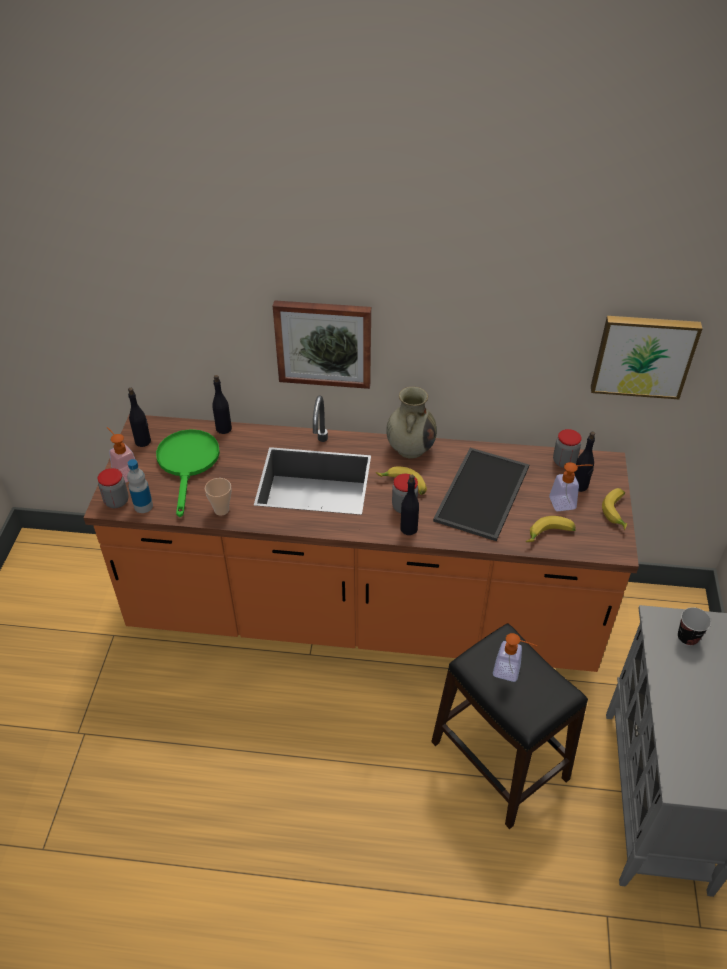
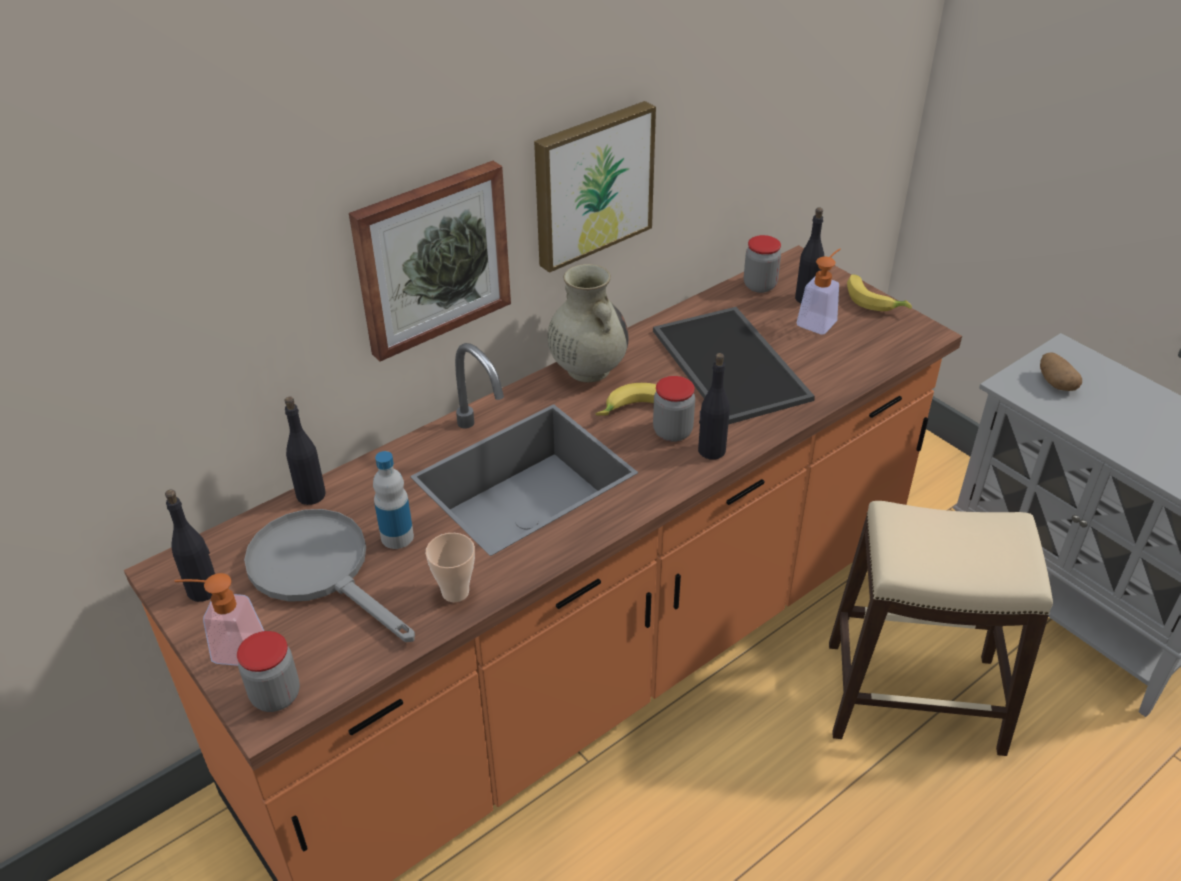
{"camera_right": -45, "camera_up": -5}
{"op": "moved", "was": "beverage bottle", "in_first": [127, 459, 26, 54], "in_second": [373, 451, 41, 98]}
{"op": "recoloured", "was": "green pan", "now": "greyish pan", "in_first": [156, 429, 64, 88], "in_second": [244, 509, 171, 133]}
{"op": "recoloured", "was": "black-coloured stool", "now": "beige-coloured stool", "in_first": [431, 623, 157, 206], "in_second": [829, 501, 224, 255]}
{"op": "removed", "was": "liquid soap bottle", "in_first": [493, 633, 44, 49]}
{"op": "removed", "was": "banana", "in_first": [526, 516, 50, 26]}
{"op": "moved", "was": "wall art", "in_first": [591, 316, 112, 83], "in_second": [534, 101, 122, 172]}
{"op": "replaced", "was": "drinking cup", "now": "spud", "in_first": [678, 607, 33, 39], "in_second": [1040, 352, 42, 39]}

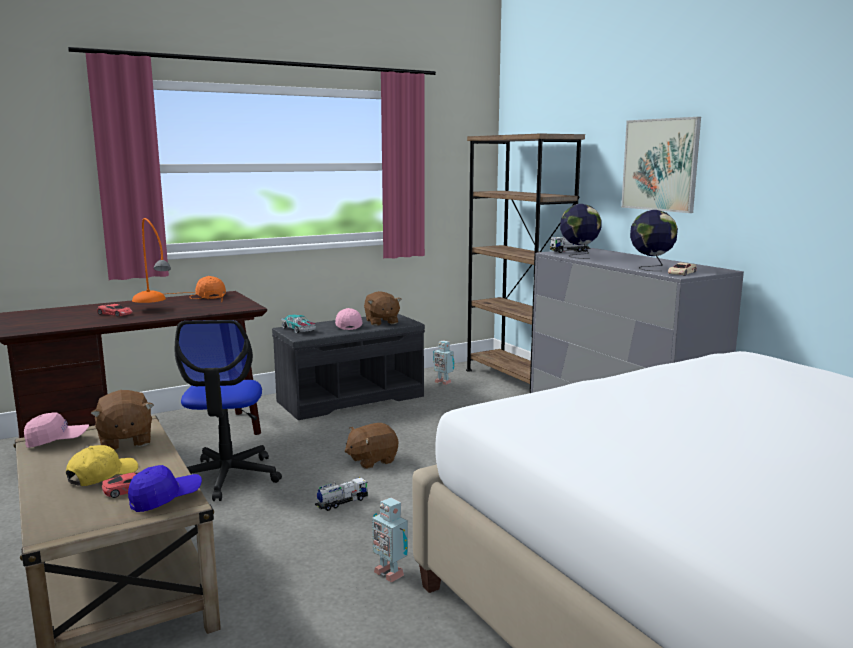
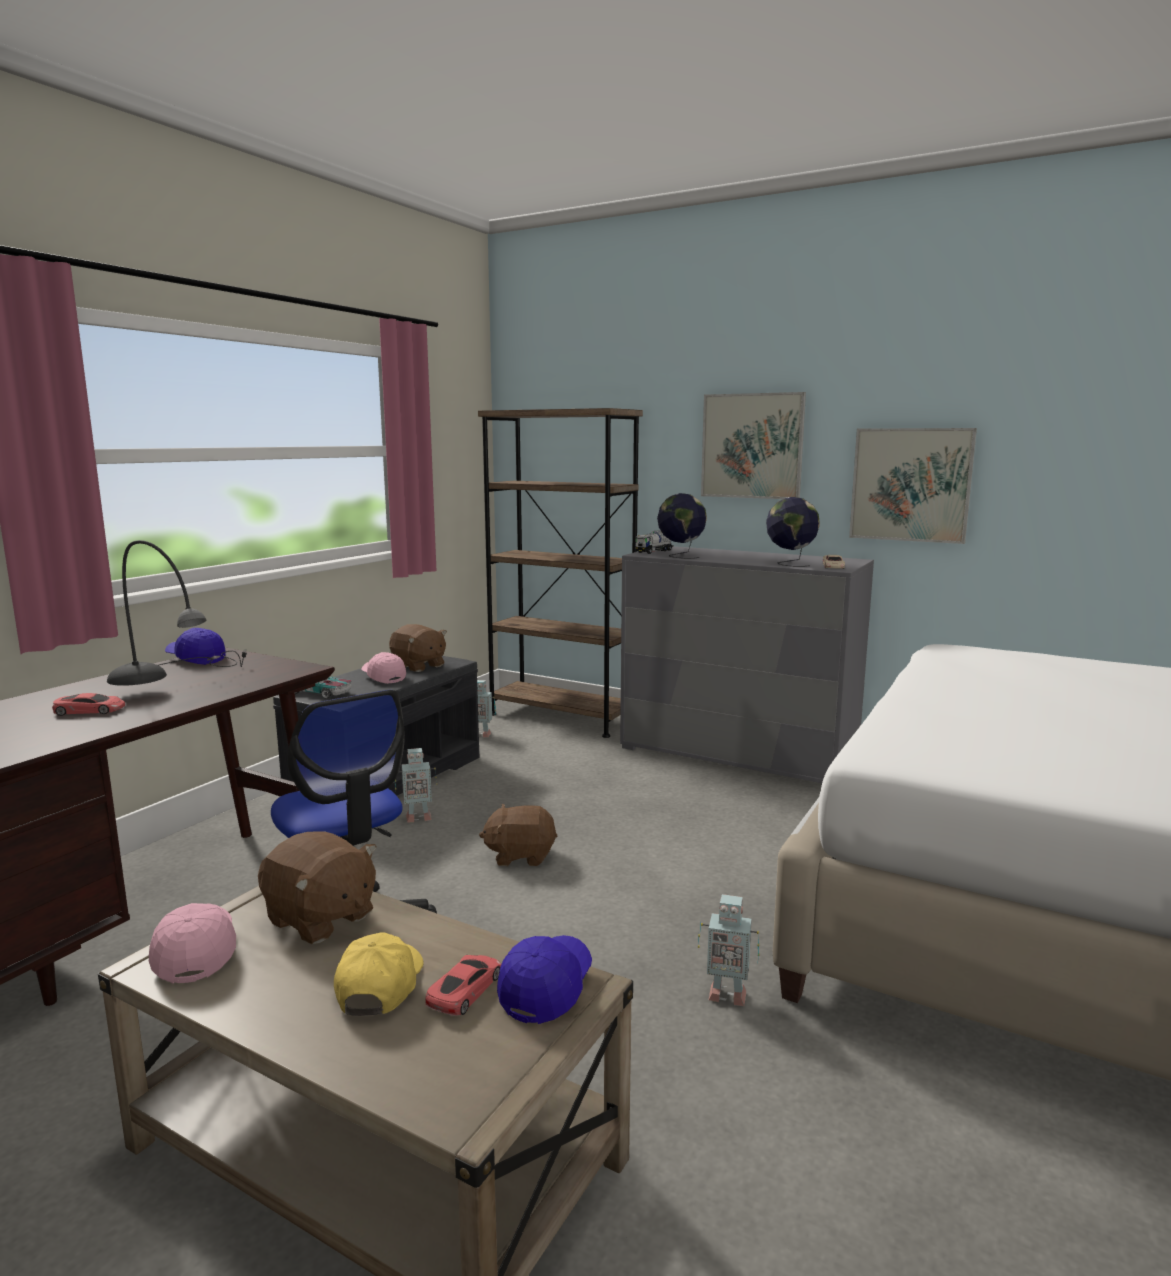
{"camera_right": -30, "camera_up": 0}
{"op": "turned", "was": "pinkish baseball cap", "in_first": [24, 412, 65, 36], "in_second": [149, 903, 87, 81], "clockwise": -60}
{"op": "recoloured", "was": "orange-coloured tabletop lamp", "now": "greyish tabletop lamp", "in_first": [132, 218, 92, 85], "in_second": [107, 540, 140, 146]}
{"op": "recoloured", "was": "orange-coloured baseball cap", "now": "blue-coloured baseball cap", "in_first": [195, 276, 31, 23], "in_second": [165, 628, 61, 37]}
{"op": "removed", "was": "toy truck", "in_first": [315, 477, 53, 34]}
{"op": "turned", "was": "brown cuddly toy", "in_first": [345, 423, 53, 46], "in_second": [479, 804, 78, 62], "clockwise": 60}
{"op": "added", "now": "robot figure", "in_second": [395, 748, 42, 75]}
{"op": "added", "now": "wall art", "in_second": [849, 428, 128, 116]}

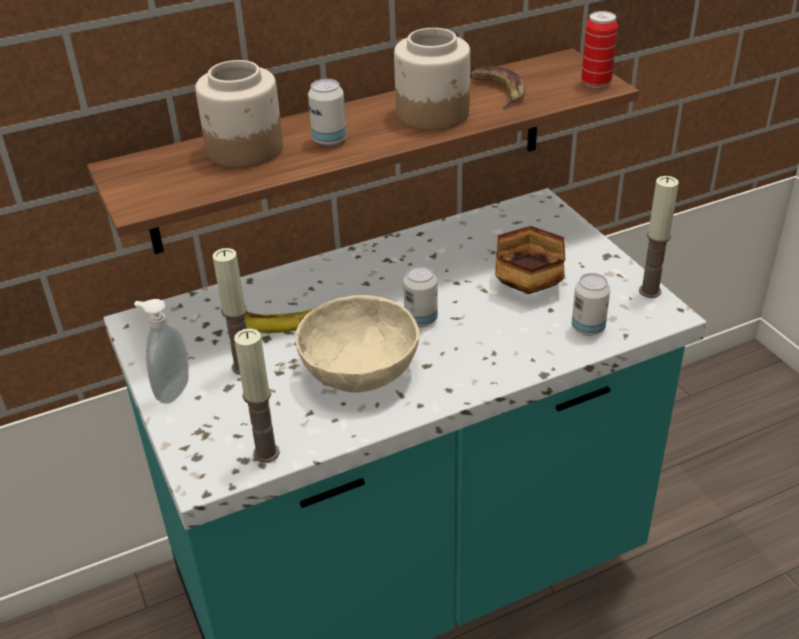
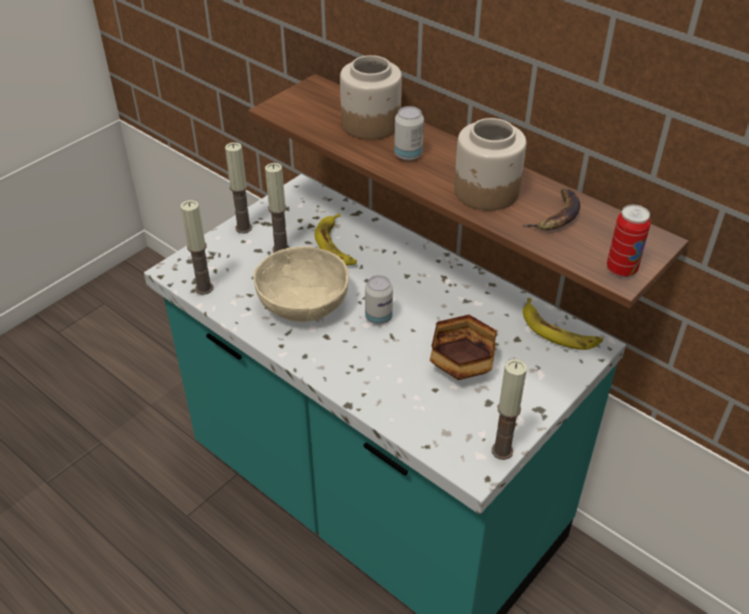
{"camera_right": 65, "camera_up": 5}
{"op": "replaced", "was": "liquid soap bottle", "now": "wax candle", "in_first": [134, 299, 54, 105], "in_second": [225, 142, 27, 91]}
{"op": "removed", "was": "metal can", "in_first": [572, 273, 38, 63]}
{"op": "added", "now": "banana", "in_second": [523, 298, 80, 52]}

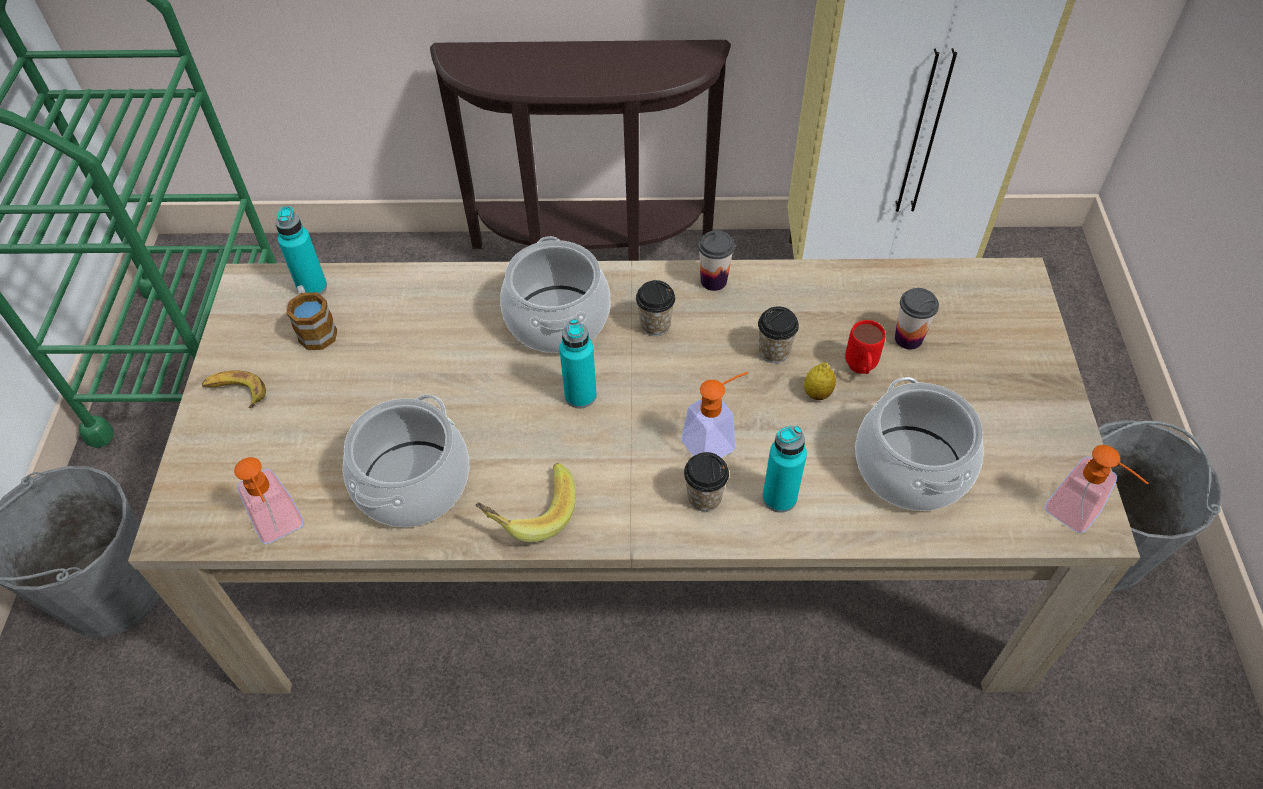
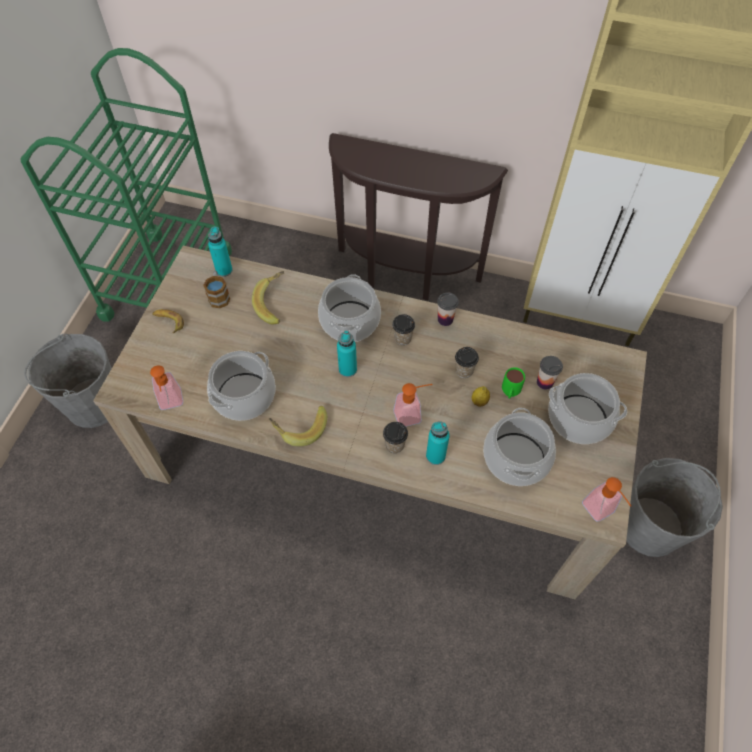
{"camera_right": 15, "camera_up": 5}
{"op": "recoloured", "was": "red-coloured tea mug", "now": "green tea mug", "in_first": [845, 320, 41, 54], "in_second": [502, 367, 23, 32]}
{"op": "added", "now": "banana", "in_second": [252, 271, 33, 53]}
{"op": "added", "now": "stockpot", "in_second": [548, 373, 79, 71]}

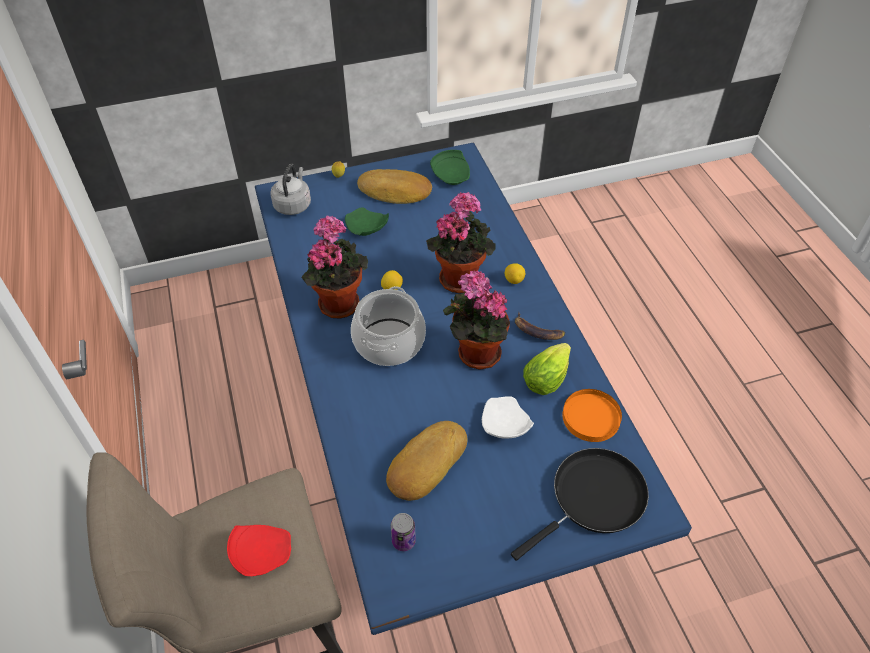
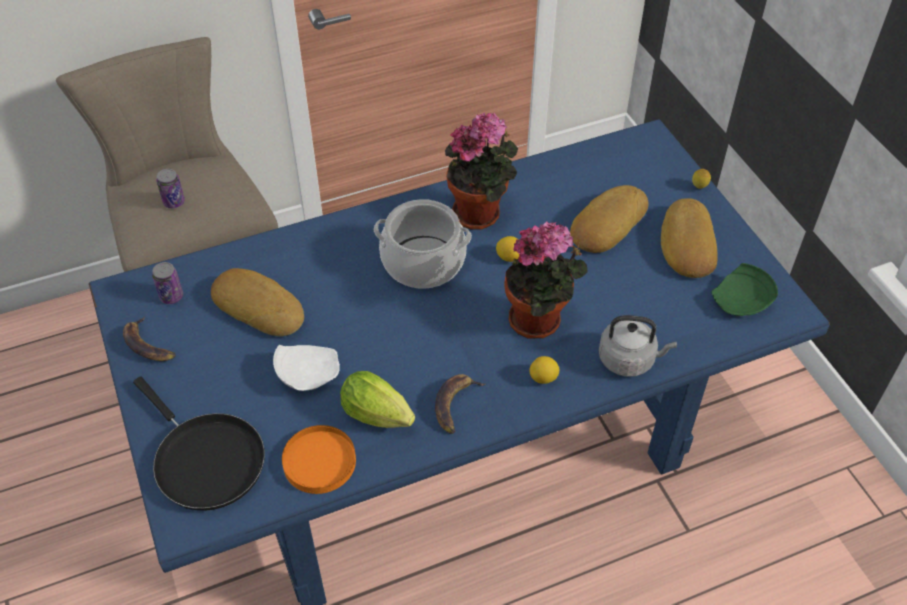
{"camera_right": 85, "camera_up": 0}
{"op": "replaced", "was": "red-coloured flat dish", "now": "metal can", "in_first": [227, 525, 64, 51], "in_second": [157, 169, 28, 39]}
{"op": "moved", "was": "greyish water kettle", "in_first": [270, 164, 41, 51], "in_second": [599, 315, 78, 62]}
{"op": "replaced", "was": "green flat dish", "now": "bread", "in_first": [345, 207, 44, 29], "in_second": [570, 185, 79, 68]}
{"op": "removed", "was": "plant in a pot", "in_first": [443, 270, 67, 100]}
{"op": "added", "now": "banana", "in_second": [123, 317, 53, 44]}

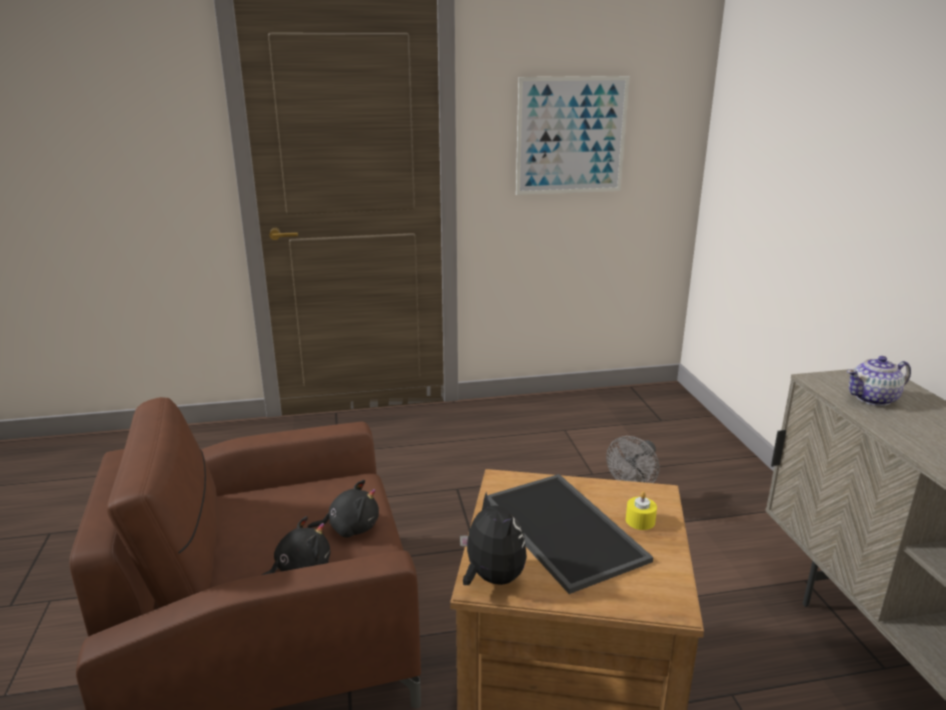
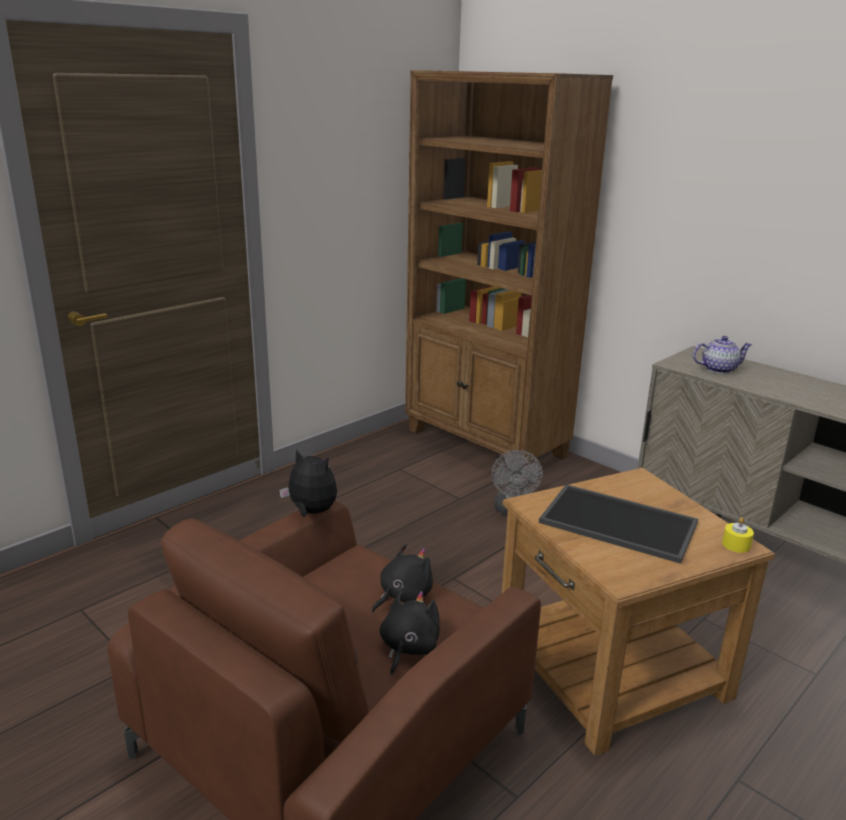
{"camera_right": -35, "camera_up": 0}
{"op": "moved", "was": "cuddly toy", "in_first": [460, 492, 67, 93], "in_second": [279, 449, 58, 68]}
{"op": "removed", "was": "wall art", "in_first": [516, 76, 114, 119]}
{"op": "moved", "was": "yellowish wax candle", "in_first": [626, 491, 31, 39], "in_second": [722, 517, 32, 36]}
{"op": "turned", "was": "teapot", "in_first": [847, 356, 64, 50], "in_second": [693, 336, 59, 38], "clockwise": -135}
{"op": "added", "now": "brown bookshelf", "in_second": [405, 70, 208, 409]}

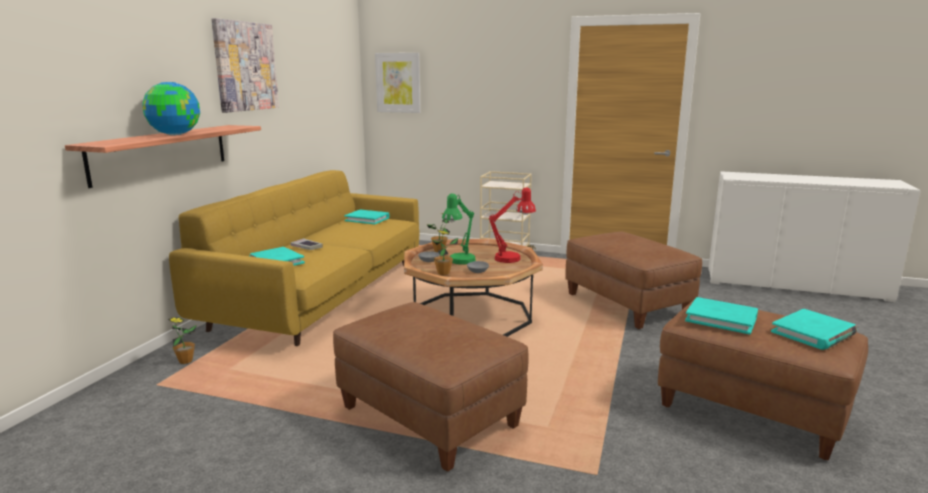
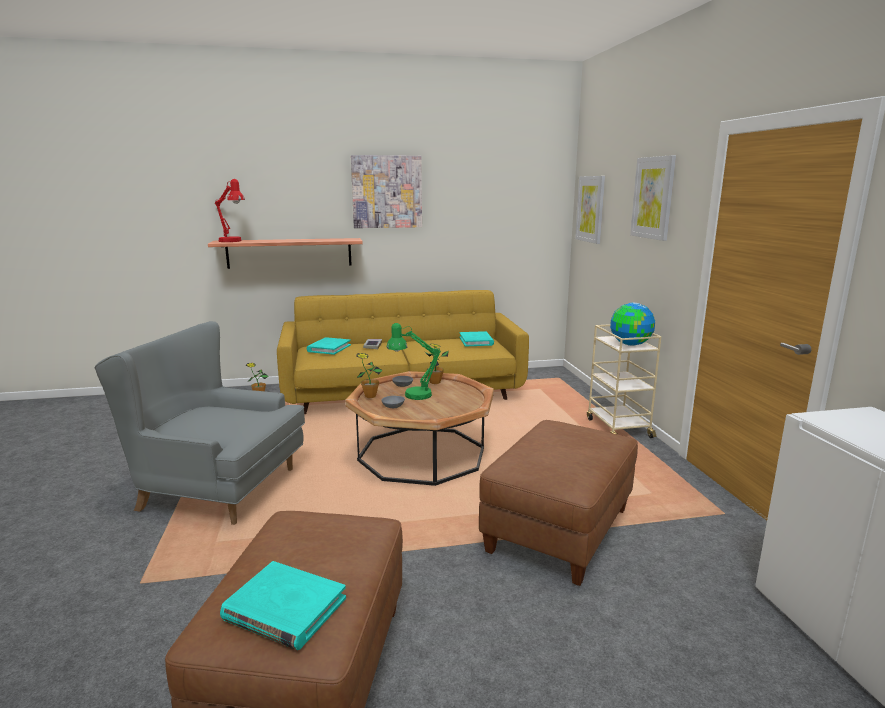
{"camera_right": 60, "camera_up": 0}
{"op": "moved", "was": "globe", "in_first": [142, 82, 58, 53], "in_second": [610, 303, 45, 43]}
{"op": "replaced", "was": "brown footrest", "now": "greyish lounge chair", "in_first": [333, 302, 196, 170], "in_second": [94, 321, 211, 204]}
{"op": "moved", "was": "red-coloured tabletop lamp", "in_first": [489, 187, 47, 76], "in_second": [215, 179, 30, 63]}
{"op": "removed", "was": "turquoise-coloured bound book", "in_first": [685, 297, 73, 38]}
{"op": "added", "now": "wall art", "in_second": [630, 155, 46, 86]}

